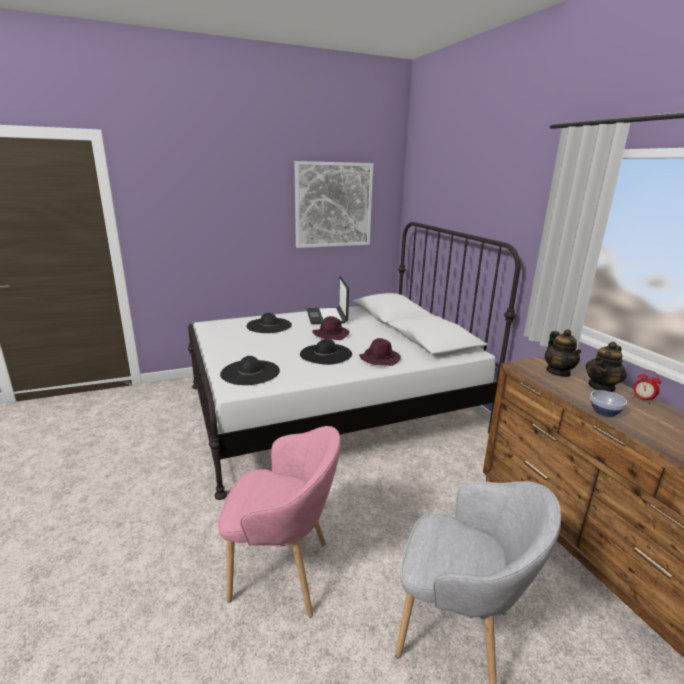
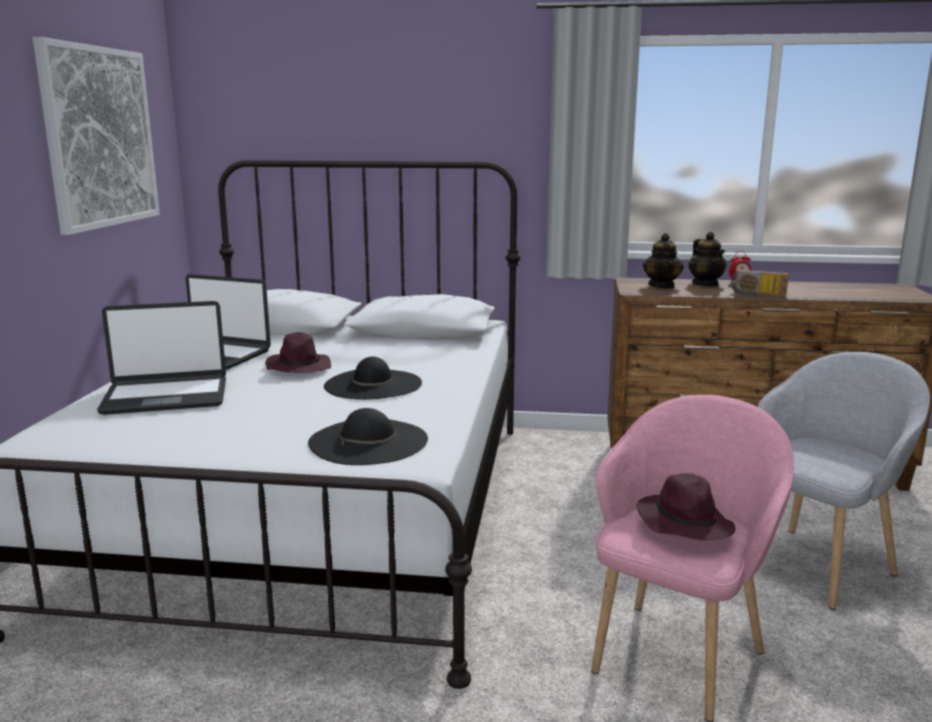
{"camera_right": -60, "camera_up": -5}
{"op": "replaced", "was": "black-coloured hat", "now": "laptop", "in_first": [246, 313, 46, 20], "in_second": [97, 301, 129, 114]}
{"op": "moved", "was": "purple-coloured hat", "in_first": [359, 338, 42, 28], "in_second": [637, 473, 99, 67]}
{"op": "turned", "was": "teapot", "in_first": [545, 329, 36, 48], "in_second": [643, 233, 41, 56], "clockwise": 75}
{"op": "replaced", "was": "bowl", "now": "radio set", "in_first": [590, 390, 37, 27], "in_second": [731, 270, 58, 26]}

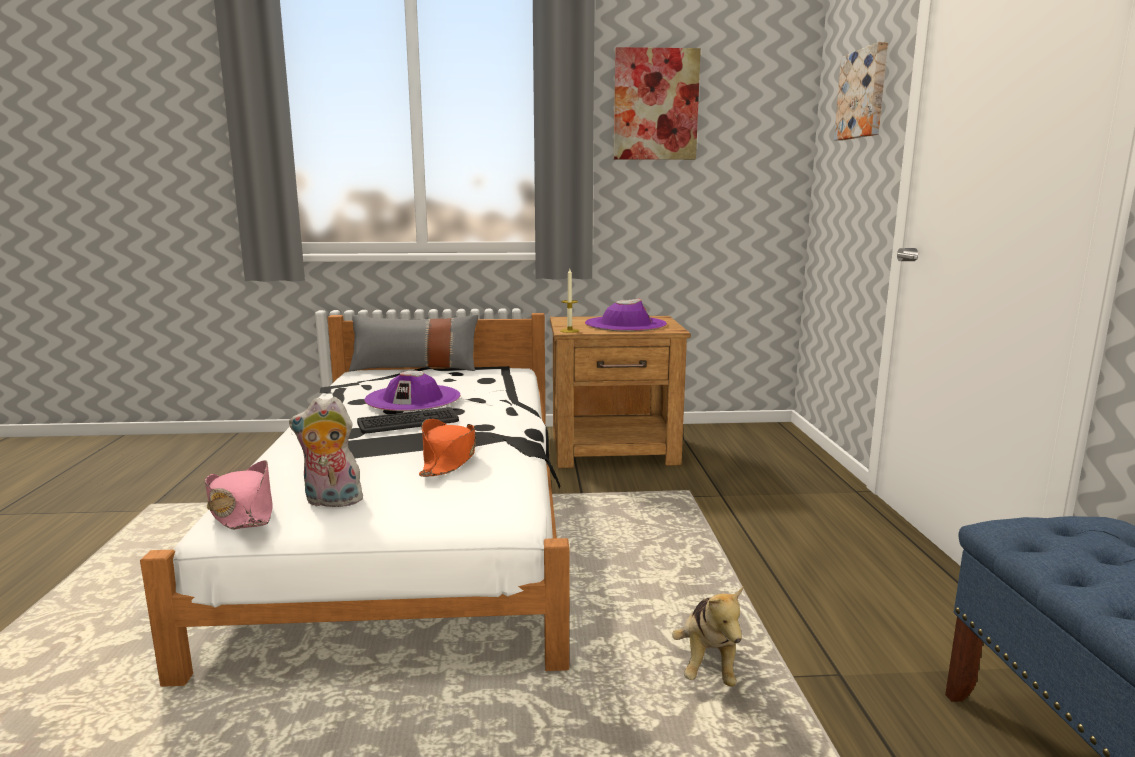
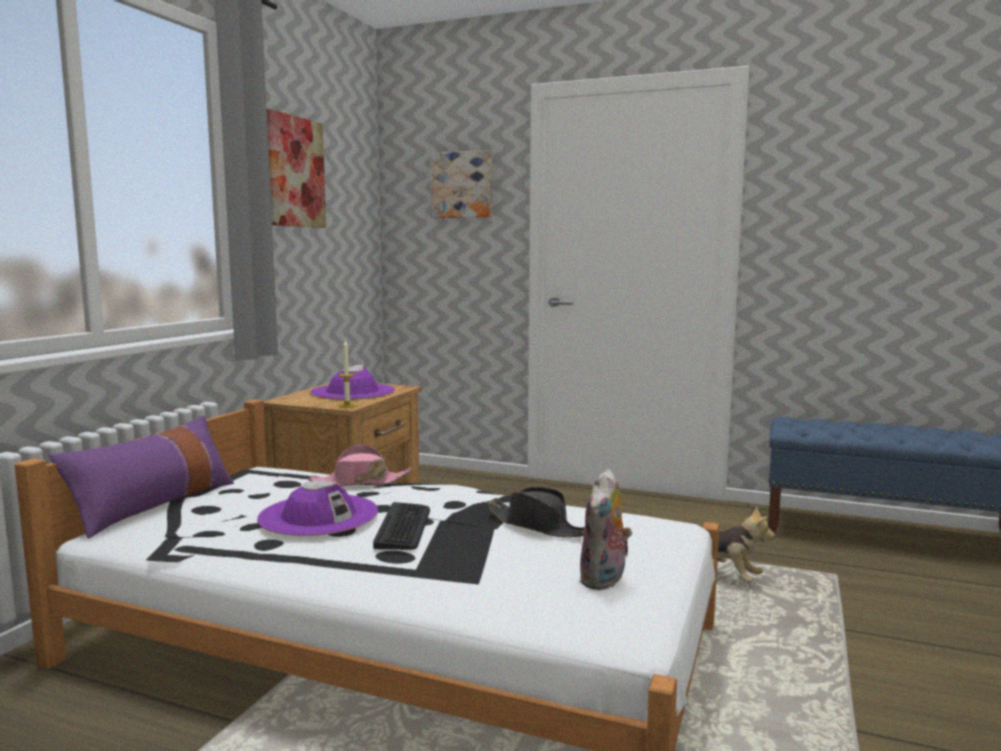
{"camera_right": -65, "camera_up": -5}
{"op": "moved", "was": "pinkish hat", "in_first": [205, 460, 68, 69], "in_second": [308, 444, 104, 43]}
{"op": "recoloured", "was": "greyish pillow", "now": "purple-coloured pillow", "in_first": [349, 315, 129, 57], "in_second": [49, 415, 185, 124]}
{"op": "recoloured", "was": "orange-coloured hat", "now": "black-coloured hat", "in_first": [419, 419, 57, 58], "in_second": [486, 487, 98, 50]}

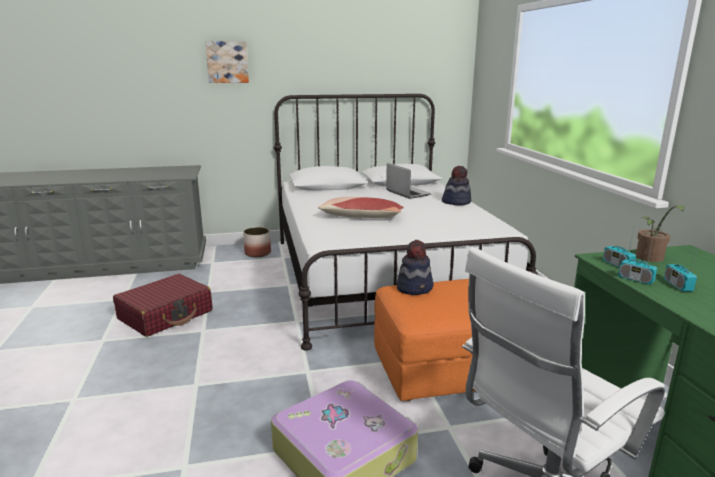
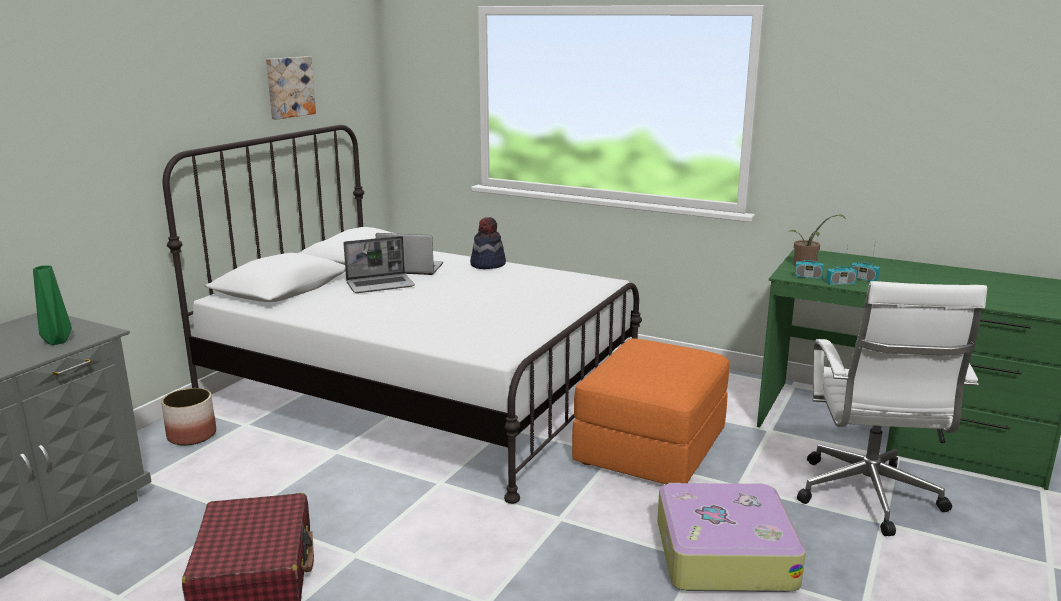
{"camera_right": -50, "camera_up": 0}
{"op": "moved", "was": "wall art", "in_first": [205, 41, 44, 42], "in_second": [266, 56, 50, 64]}
{"op": "removed", "was": "pillow", "in_first": [318, 197, 86, 21]}
{"op": "removed", "was": "hat", "in_first": [397, 240, 37, 55]}
{"op": "added", "now": "green flower vase", "in_second": [33, 265, 39, 80]}
{"op": "added", "now": "laptop", "in_second": [343, 236, 72, 57]}

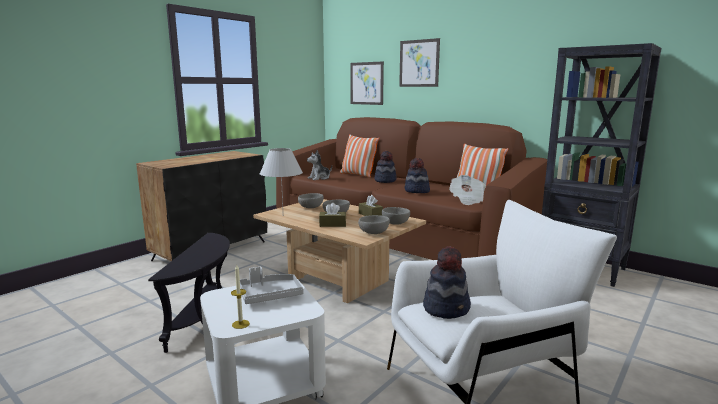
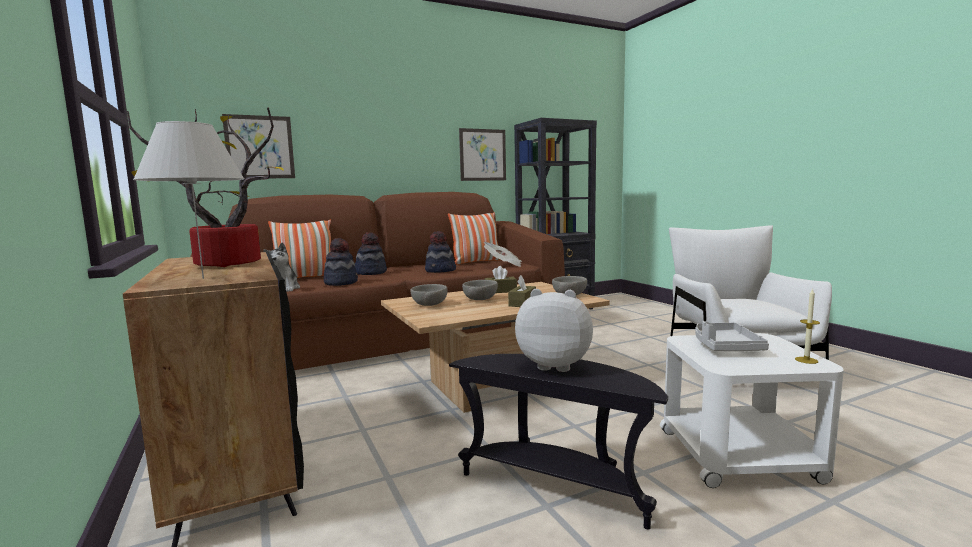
{"camera_right": -65, "camera_up": -5}
{"op": "moved", "was": "white tabletop lamp", "in_first": [260, 148, 43, 59], "in_second": [133, 121, 112, 158]}
{"op": "removed", "was": "greyish bowl", "in_first": [382, 207, 28, 18]}
{"op": "moved", "was": "wall art", "in_first": [399, 38, 41, 49], "in_second": [459, 128, 47, 53]}
{"op": "moved", "was": "hat", "in_first": [423, 246, 48, 73], "in_second": [324, 238, 34, 48]}
{"op": "added", "now": "plant in a pot", "in_second": [127, 107, 156, 160]}
{"op": "added", "now": "cuddly toy", "in_second": [515, 289, 78, 83]}

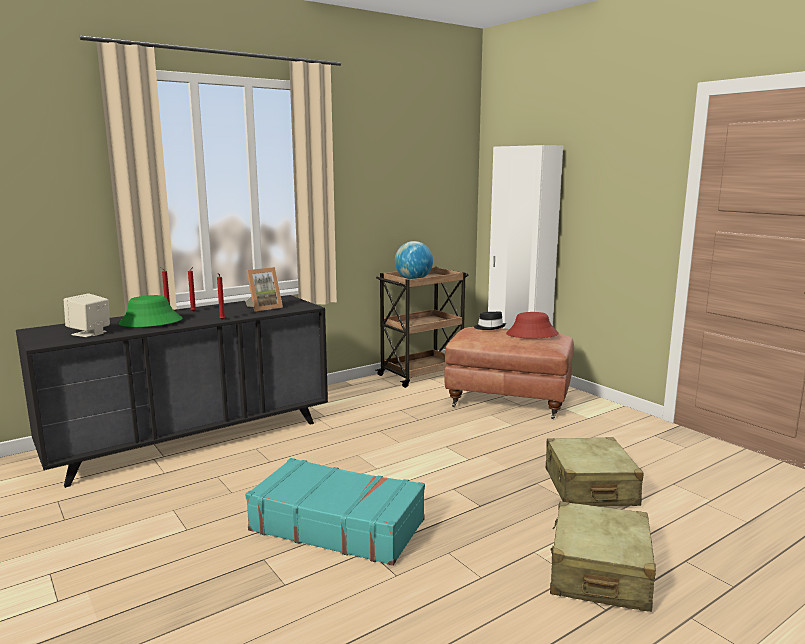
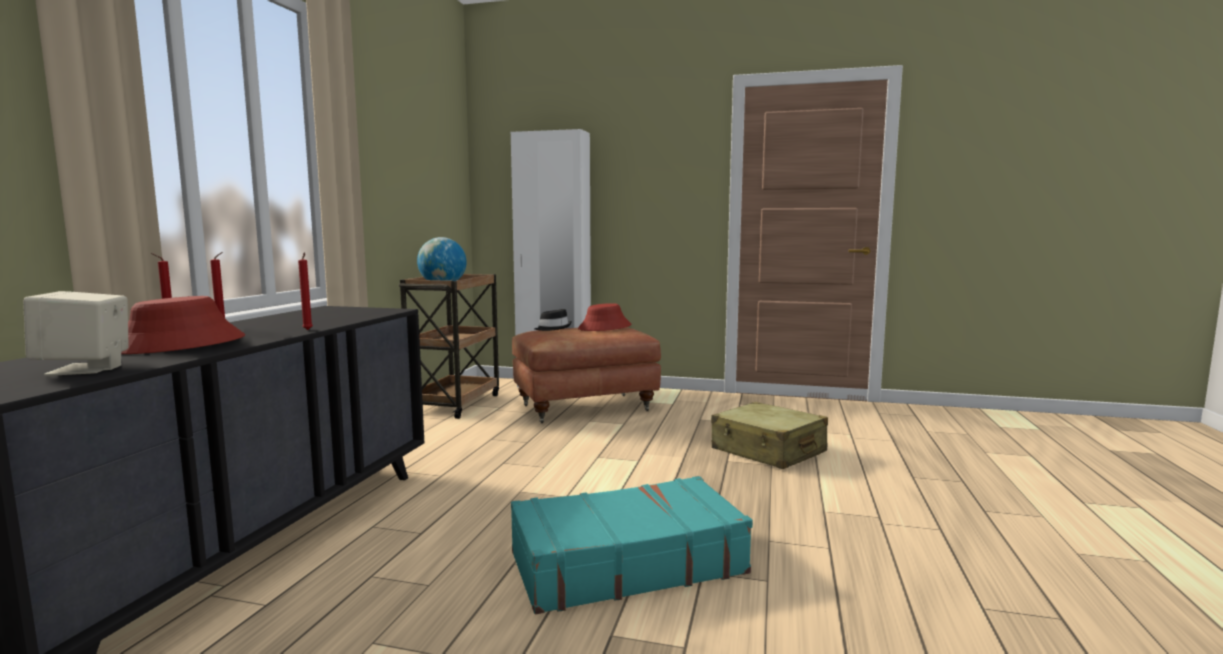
{"camera_right": -40, "camera_up": -5}
{"op": "recoloured", "was": "green hat", "now": "red-coloured hat", "in_first": [119, 295, 63, 32], "in_second": [121, 296, 124, 58]}
{"op": "removed", "was": "standing frame", "in_first": [245, 267, 38, 45]}
{"op": "removed", "was": "beige-coloured piece of luggage", "in_first": [550, 501, 106, 111]}

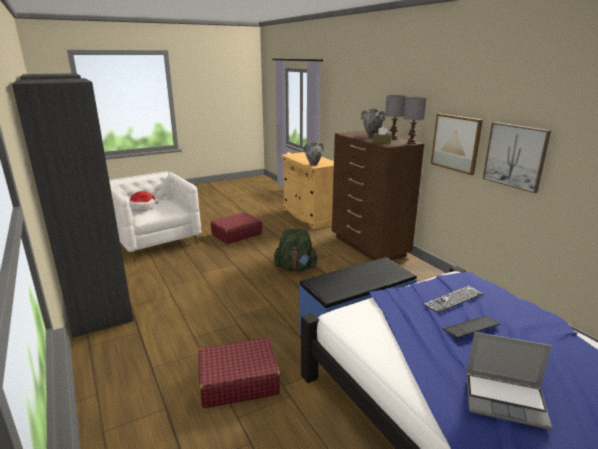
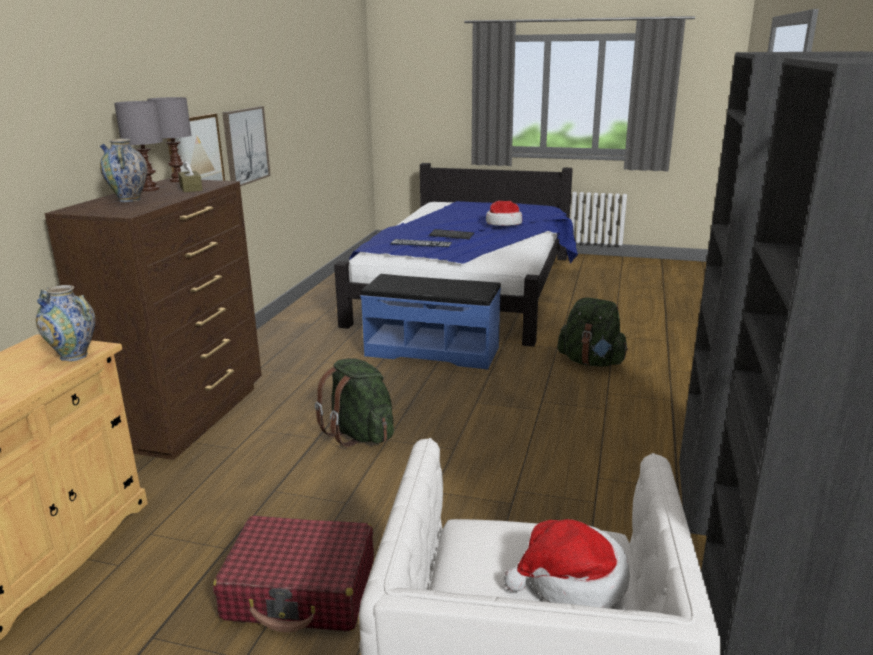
{"camera_right": -135, "camera_up": 0}
{"op": "replaced", "was": "red-coloured piece of luggage", "now": "green backpack", "in_first": [198, 337, 82, 71], "in_second": [558, 298, 70, 69]}
{"op": "replaced", "was": "laptop", "now": "hat", "in_first": [467, 332, 85, 97], "in_second": [486, 201, 36, 25]}

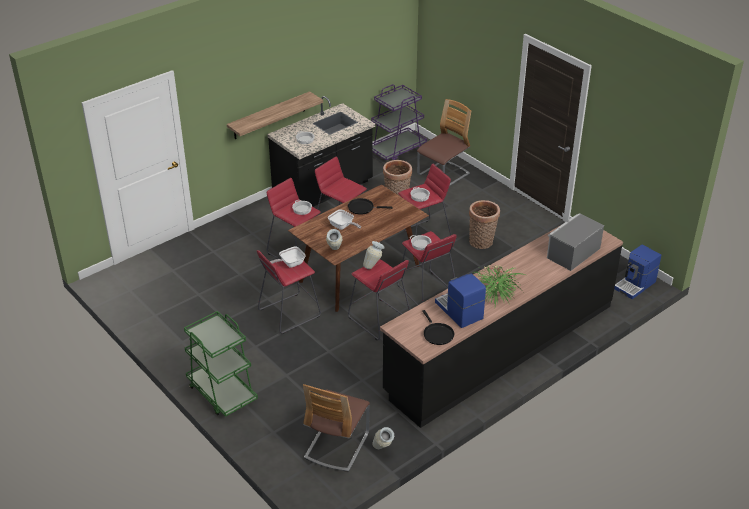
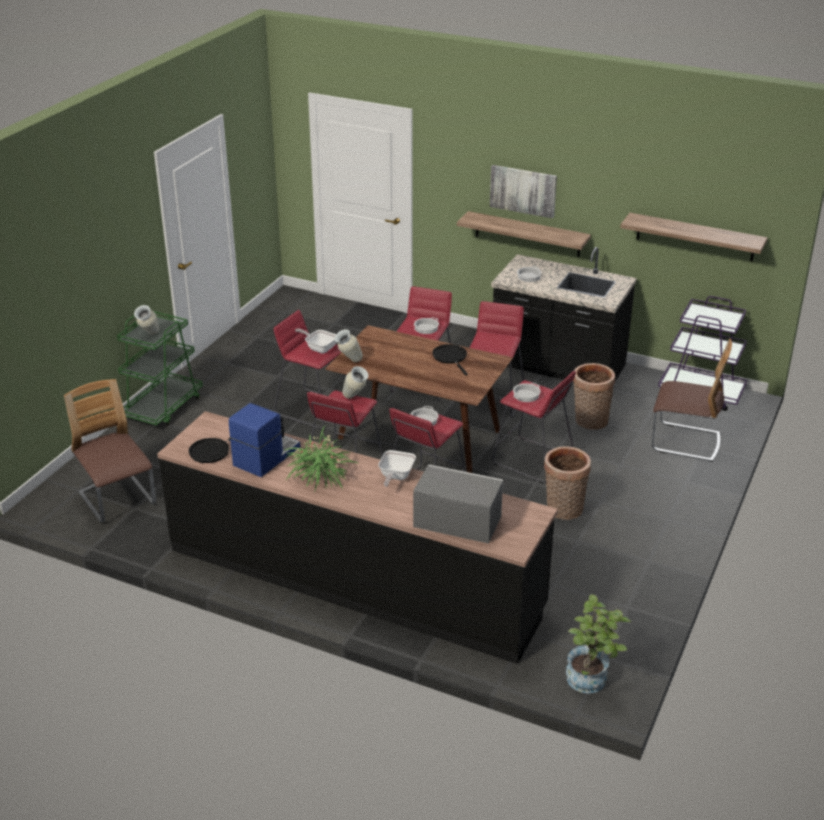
{"camera_right": 65, "camera_up": -5}
{"op": "turned", "was": "plain chair", "in_first": [303, 384, 67, 88], "in_second": [64, 379, 92, 144], "clockwise": 60}
{"op": "moved", "was": "pan", "in_first": [328, 209, 33, 21], "in_second": [378, 450, 38, 37]}
{"op": "moved", "was": "flower vase", "in_first": [372, 427, 22, 22], "in_second": [134, 305, 25, 30]}
{"op": "replaced", "was": "coffee machine", "now": "plant in a pot", "in_first": [614, 245, 47, 54], "in_second": [566, 594, 65, 100]}
{"op": "added", "now": "wall art", "in_second": [490, 165, 67, 53]}
{"op": "added", "now": "wall shelf", "in_second": [620, 213, 148, 48]}

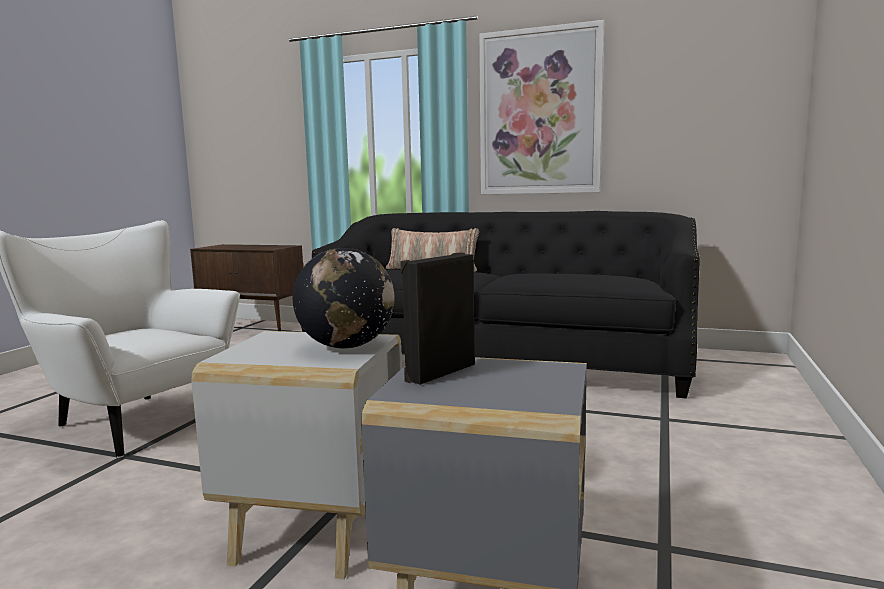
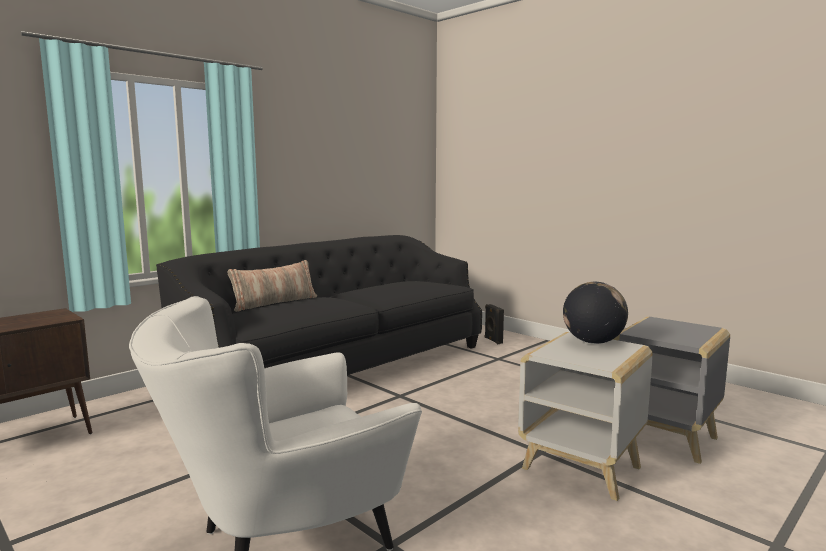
{"camera_right": -65, "camera_up": 0}
{"op": "moved", "was": "black-coloured audio speaker", "in_first": [400, 252, 75, 133], "in_second": [485, 304, 19, 40]}
{"op": "removed", "was": "wall art", "in_first": [479, 20, 125, 174]}

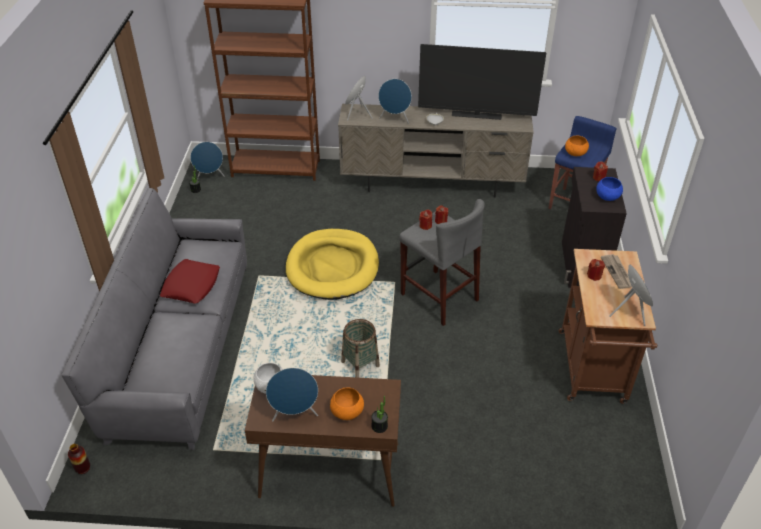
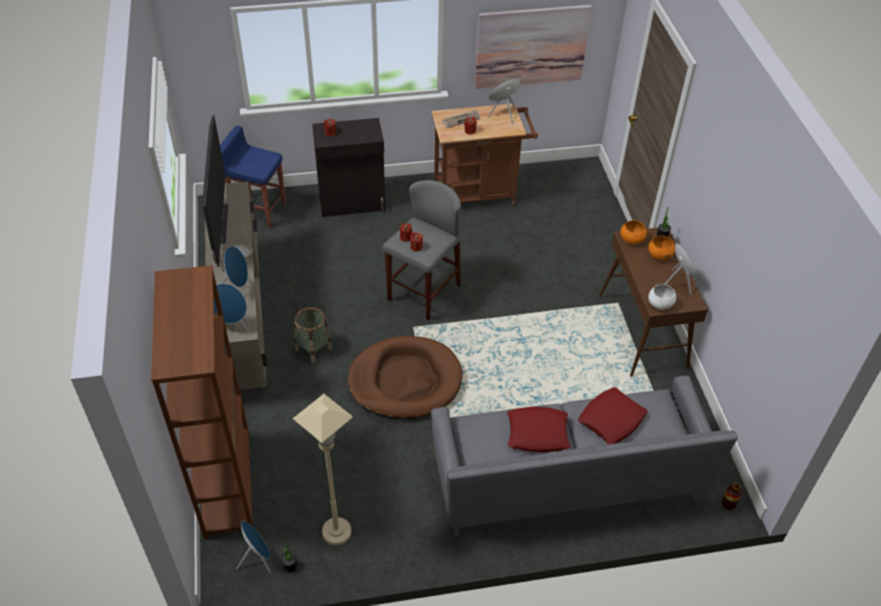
{"camera_right": -105, "camera_up": 5}
{"op": "recoloured", "was": "yellowish dog bed", "now": "brown dog bed", "in_first": [286, 229, 93, 71], "in_second": [348, 336, 115, 83]}
{"op": "moved", "was": "storage basket", "in_first": [341, 319, 39, 59], "in_second": [294, 307, 38, 56]}
{"op": "moved", "was": "orange-coloured bowl", "in_first": [565, 136, 24, 20], "in_second": [621, 220, 26, 25]}
{"op": "removed", "was": "blue-coloured bowl", "in_first": [596, 177, 27, 24]}
{"op": "added", "now": "beige-coloured floor lamp", "in_second": [293, 394, 60, 151]}
{"op": "added", "now": "wall art", "in_second": [475, 5, 117, 84]}
{"op": "added", "now": "red-coloured pillow", "in_second": [578, 387, 70, 57]}

